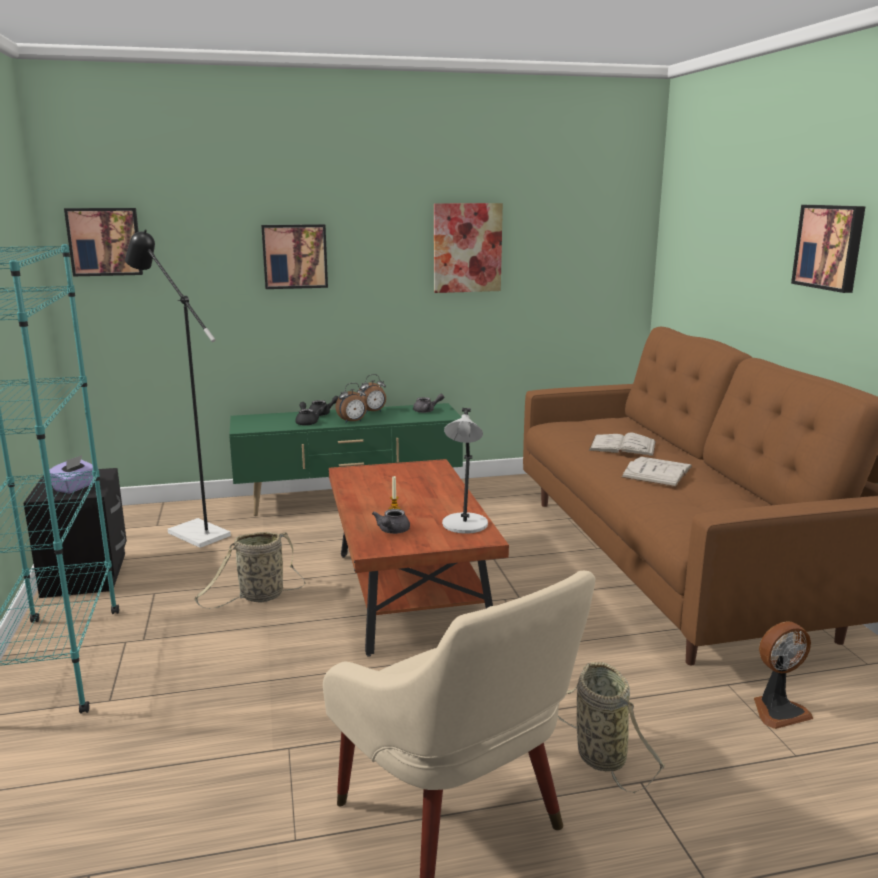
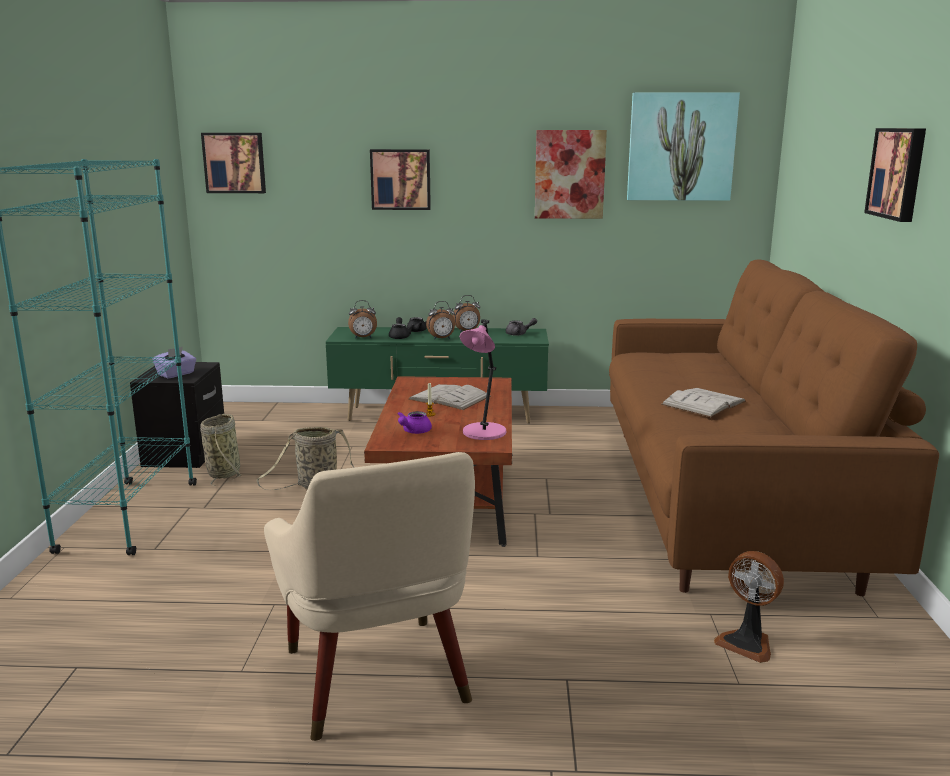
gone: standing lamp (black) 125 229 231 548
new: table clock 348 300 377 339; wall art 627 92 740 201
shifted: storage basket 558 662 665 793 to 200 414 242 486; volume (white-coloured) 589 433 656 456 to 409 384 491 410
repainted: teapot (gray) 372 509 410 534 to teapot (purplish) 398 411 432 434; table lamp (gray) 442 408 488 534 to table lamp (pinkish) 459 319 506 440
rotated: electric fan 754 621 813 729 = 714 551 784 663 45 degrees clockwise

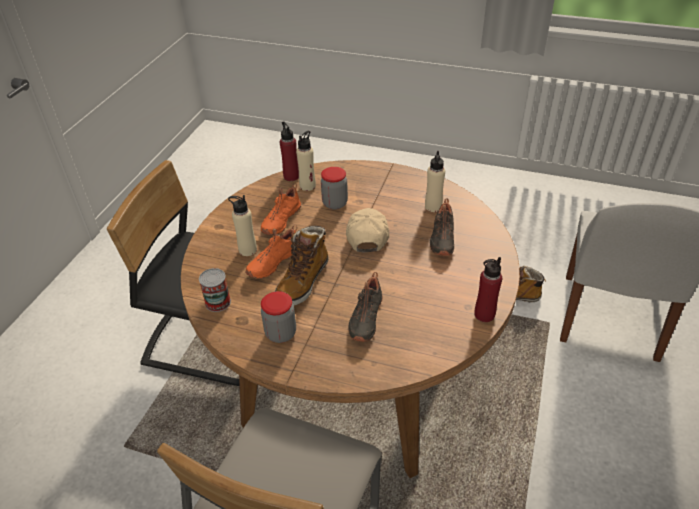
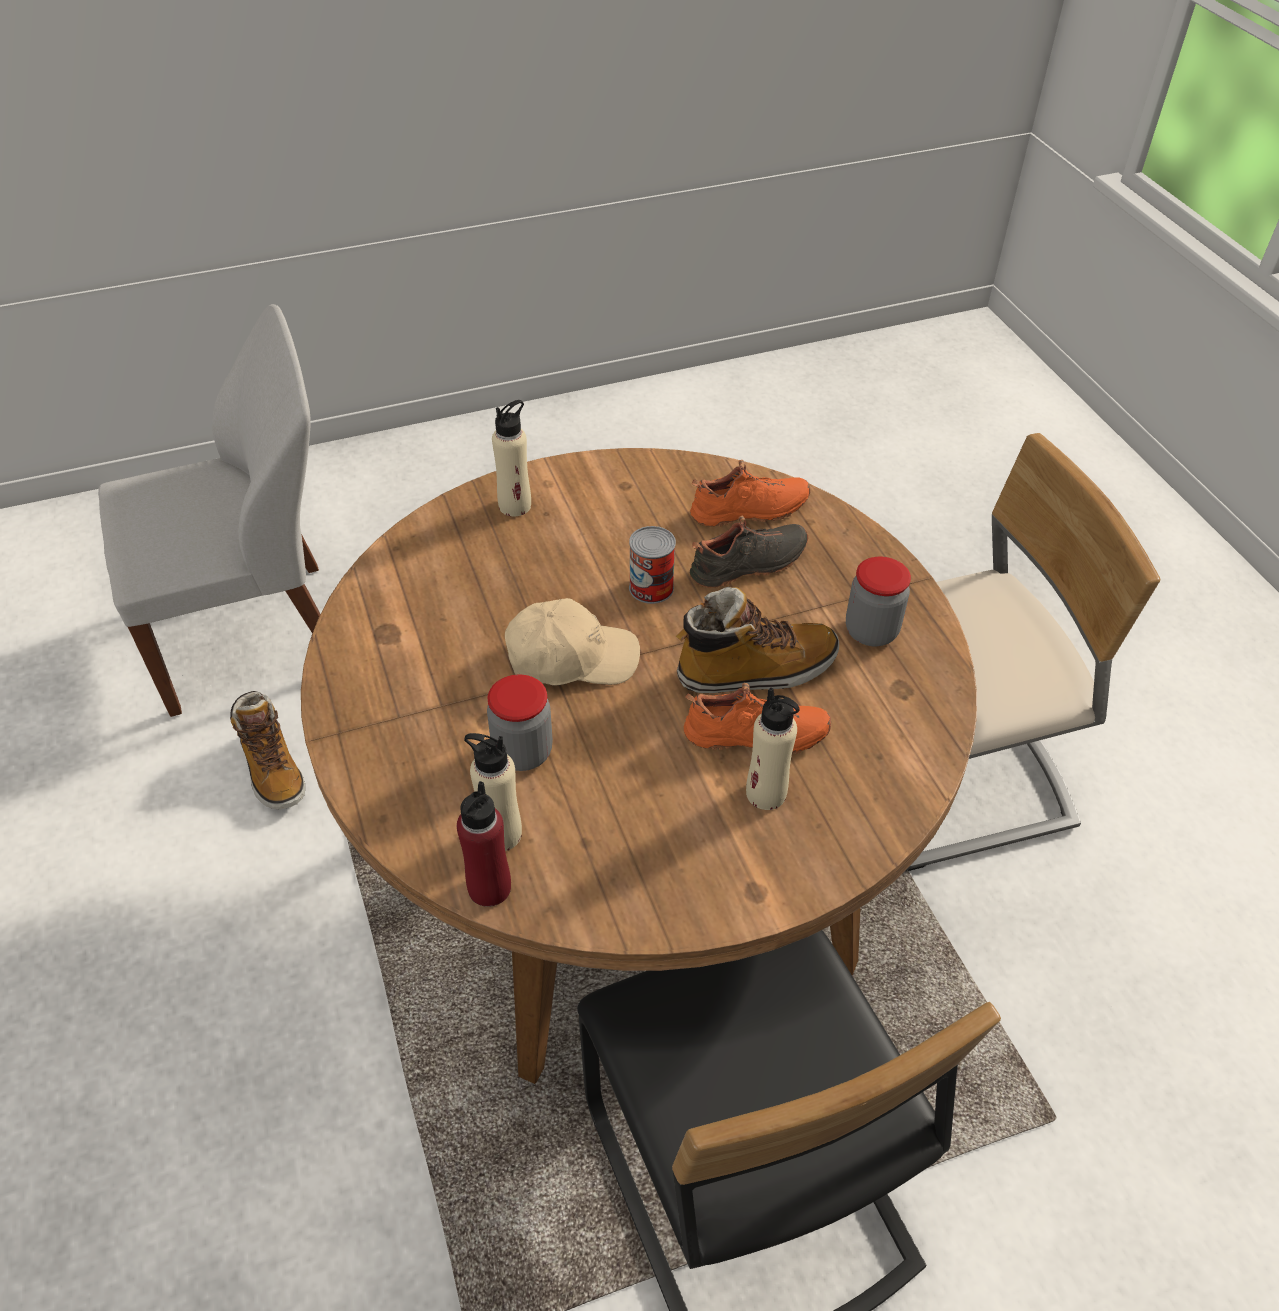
gone: shoe (black) 430 198 454 256; bottle (reddish) 474 257 502 322
shifted: metal can 199 268 231 312 to 629 526 676 604; shoe (orange) 261 183 301 235 to 690 460 810 527; bottle (beige-coloured) 425 151 445 212 to 492 400 531 516
rotated: cap (beige-coloured) 346 208 390 252 = 505 598 640 685 150 degrees counterclockwise

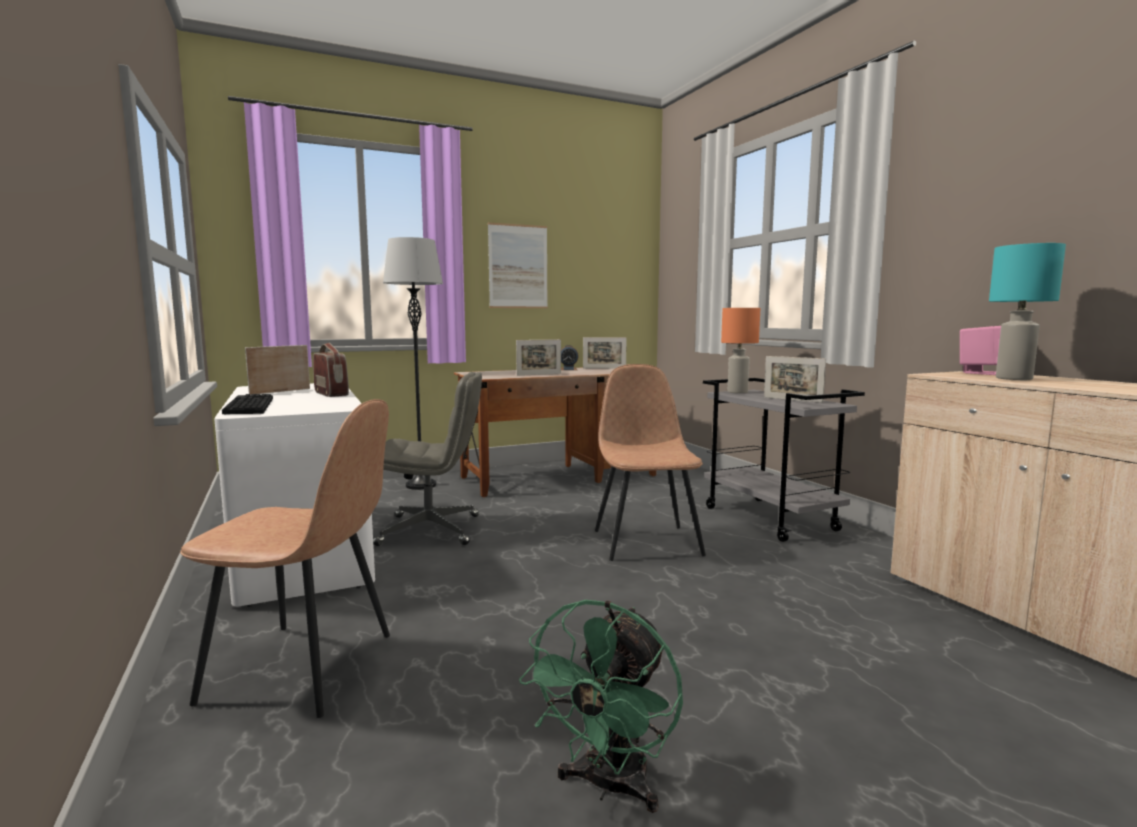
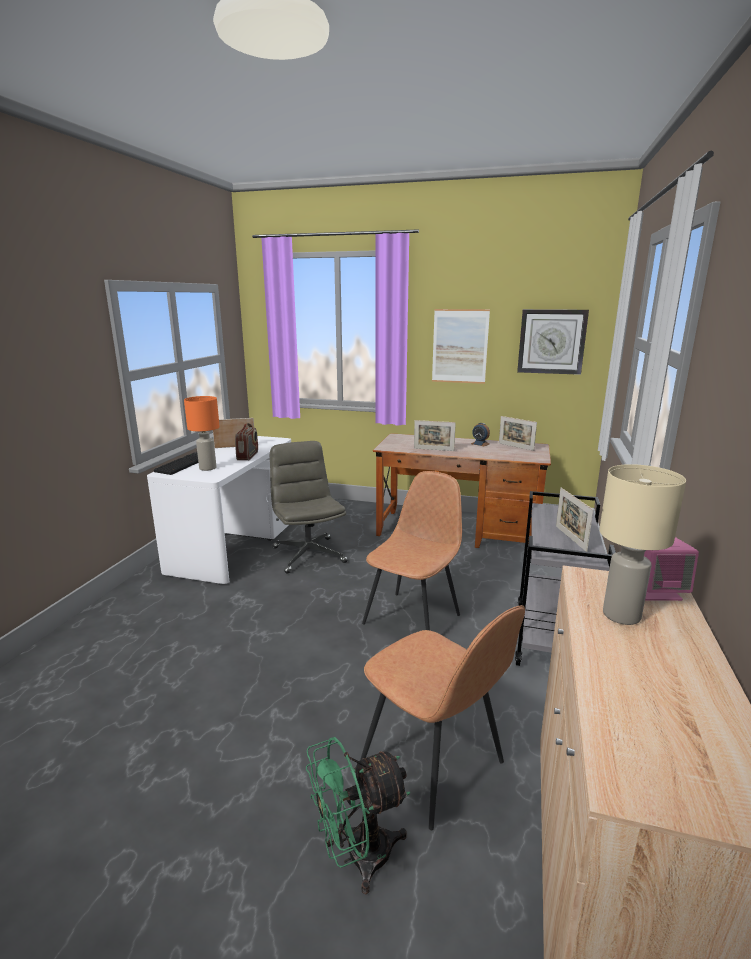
gone: standing lamp (gray) 383 237 443 490
new: hanging clock 517 309 589 375
shifted: chair (brownish) 180 399 390 718 to 360 605 525 830; electric fan (greenish) 519 600 683 813 to 306 737 410 894; table lamp (orange) 721 308 760 394 to 184 396 220 471
repainted: table lamp (turquoise-coloured) 989 243 1066 380 to table lamp (beige-coloured) 599 464 686 625
rotated: office chair (gray) 373 372 482 546 = 270 441 348 574 150 degrees counterclockwise

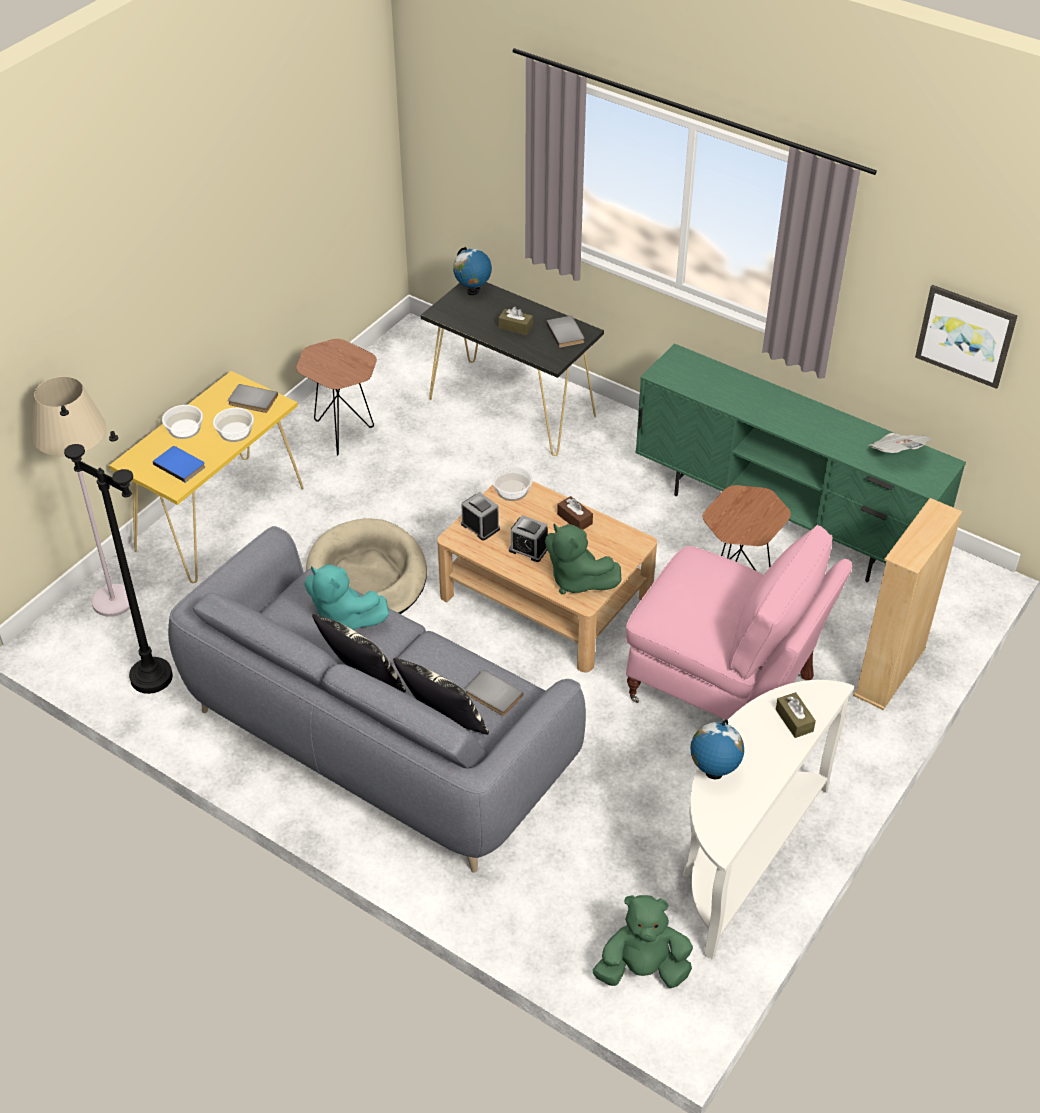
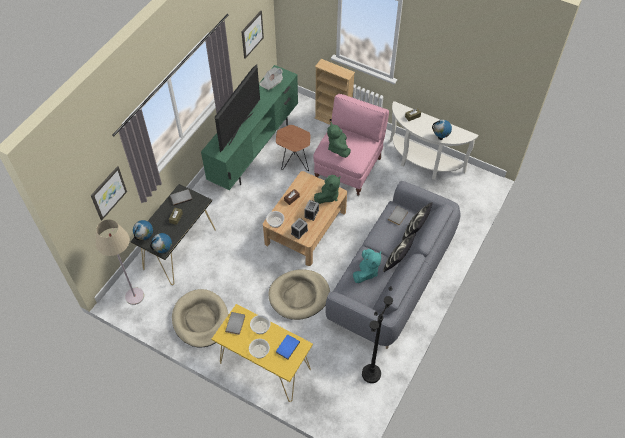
new: wall art 91 166 127 220; world globe 150 233 172 254; television 215 64 260 152
shifted: standing lamp (beige-coloured) 32 376 130 617 to 96 219 144 305; cuddly toy (greenish) 593 895 693 988 to 327 122 351 158
swapped: accent table (brownish) 296 339 377 455 to pet bed (beige-coloured) 172 289 228 347

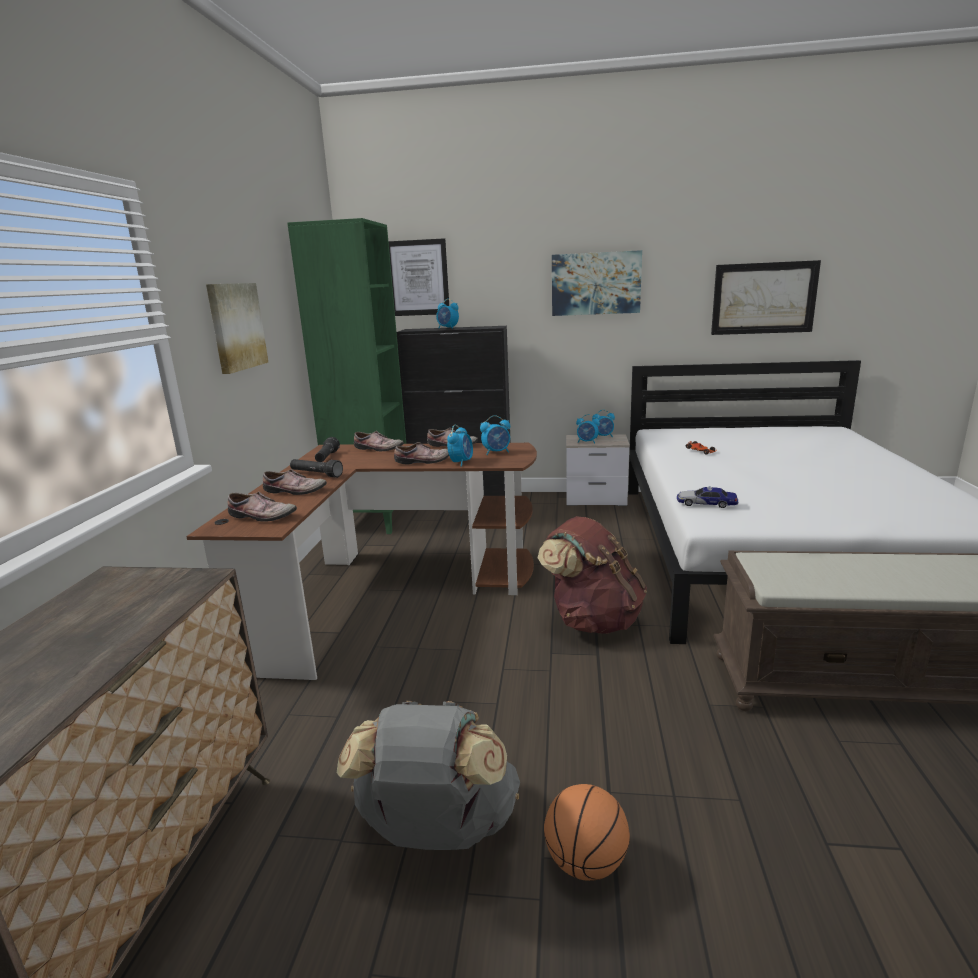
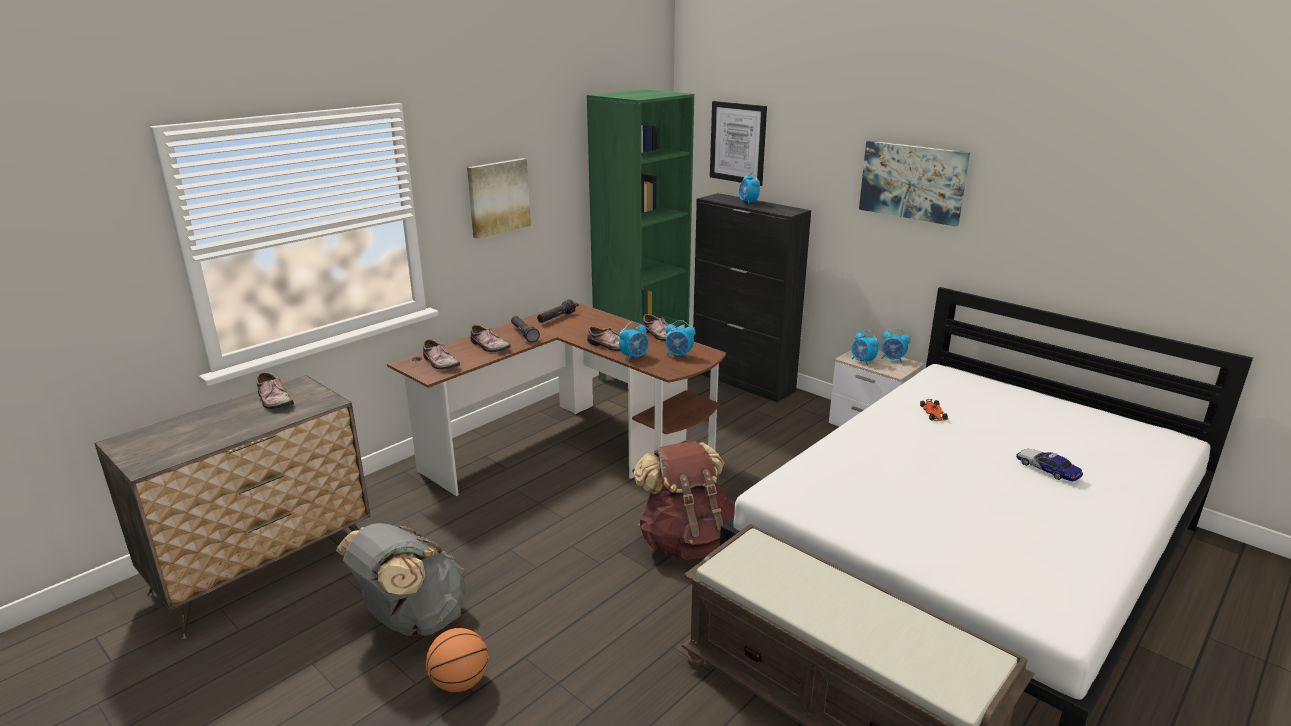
gone: wall art 711 260 821 335
shifted: shoe 354 431 404 451 to 256 372 294 409; toy car 677 486 738 508 to 1016 449 1083 481

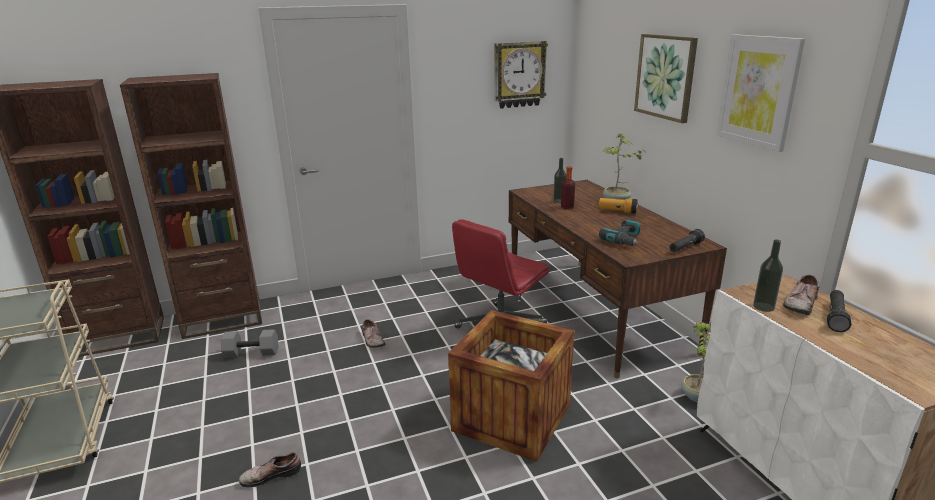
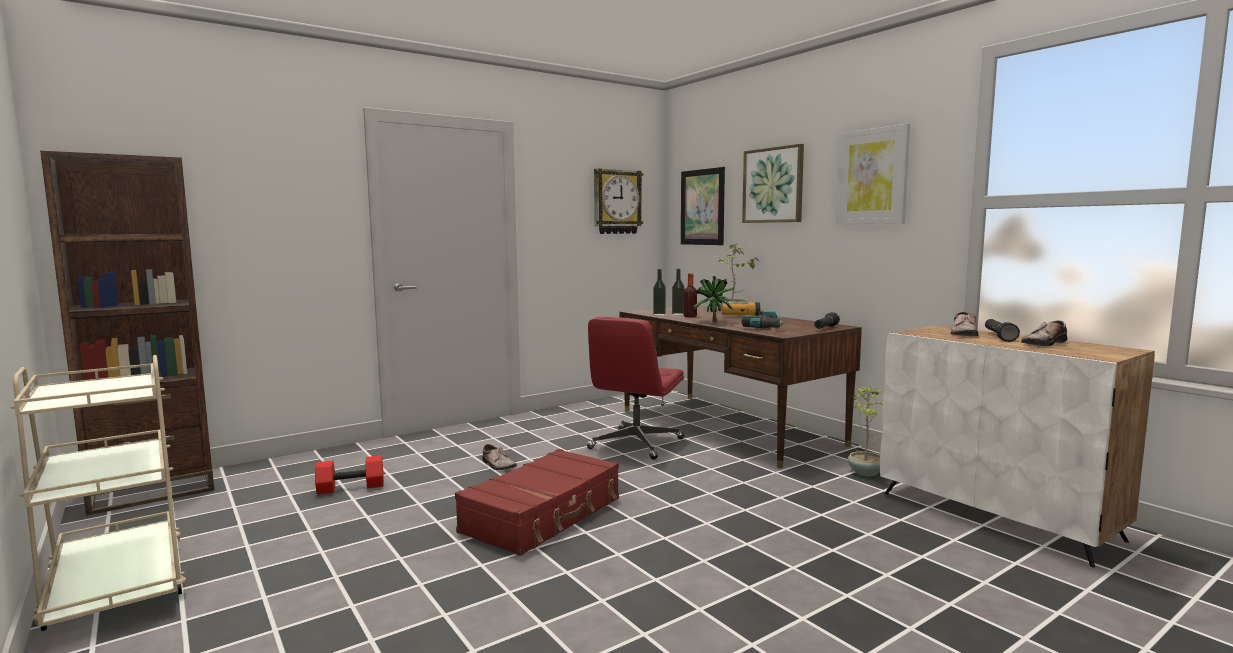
gone: bookcase (brownish) 120 73 262 339; crate 448 310 575 462
new: piece of luggage (reddish) 455 449 619 556; wall art 681 167 725 245; houseplant 693 276 735 322
shifted: shoe 239 452 301 487 to 1021 320 1068 346; bottle 753 239 783 312 to 653 269 666 316
repainted: hand weight (gray) 221 329 278 358 to hand weight (reddish) 315 455 384 494

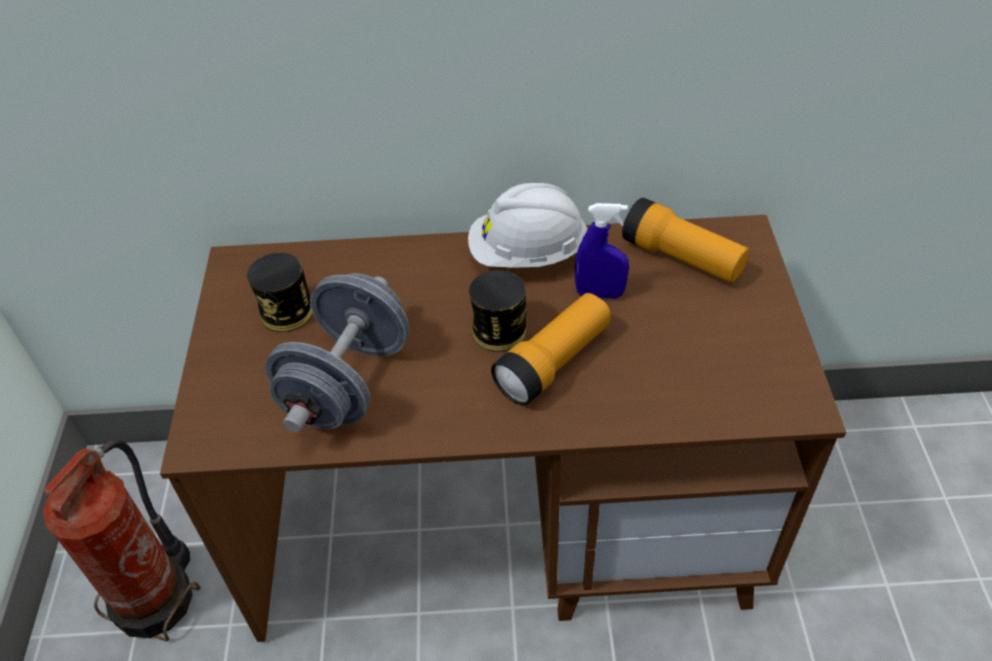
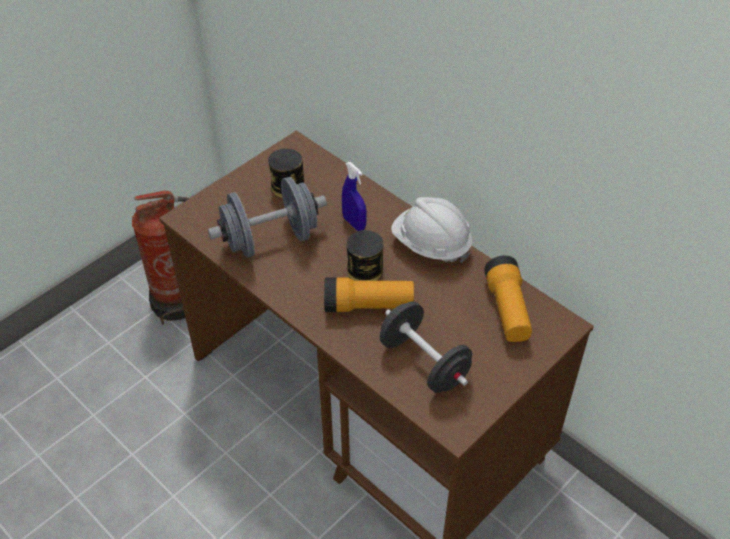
new: hand weight (black) 379 301 472 393
shifted: hand sprayer (blue-coloured) 575 203 629 299 to 342 162 367 231

